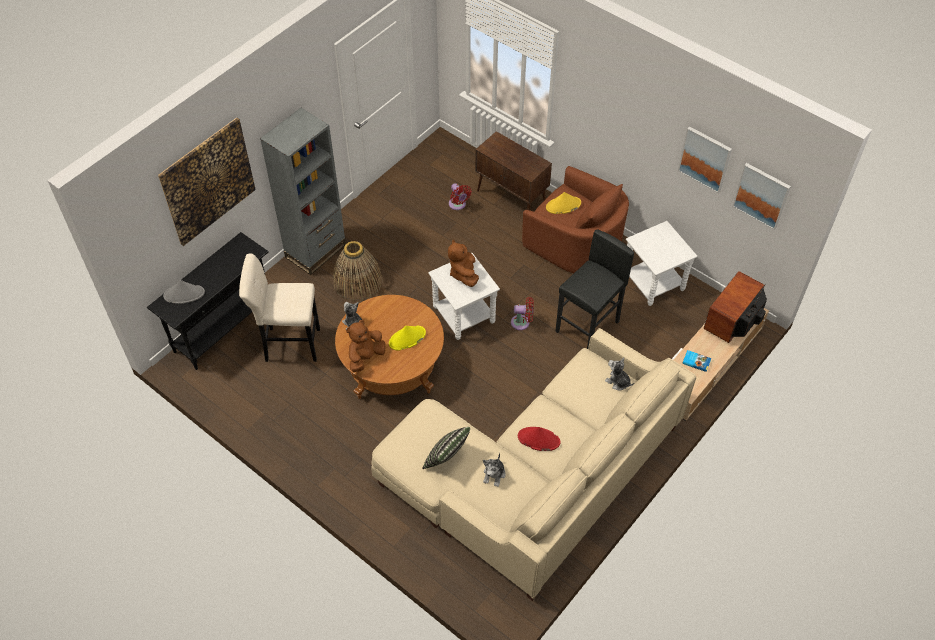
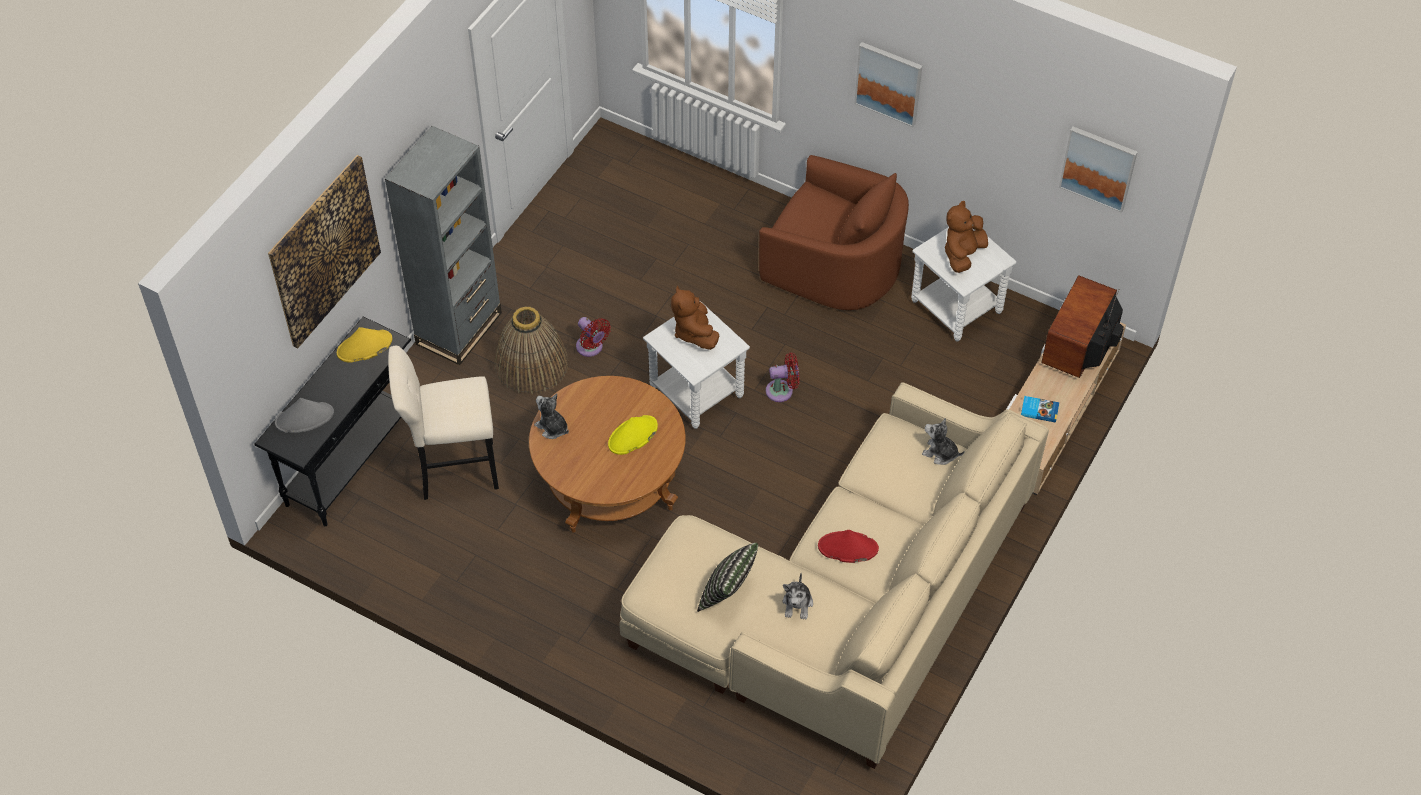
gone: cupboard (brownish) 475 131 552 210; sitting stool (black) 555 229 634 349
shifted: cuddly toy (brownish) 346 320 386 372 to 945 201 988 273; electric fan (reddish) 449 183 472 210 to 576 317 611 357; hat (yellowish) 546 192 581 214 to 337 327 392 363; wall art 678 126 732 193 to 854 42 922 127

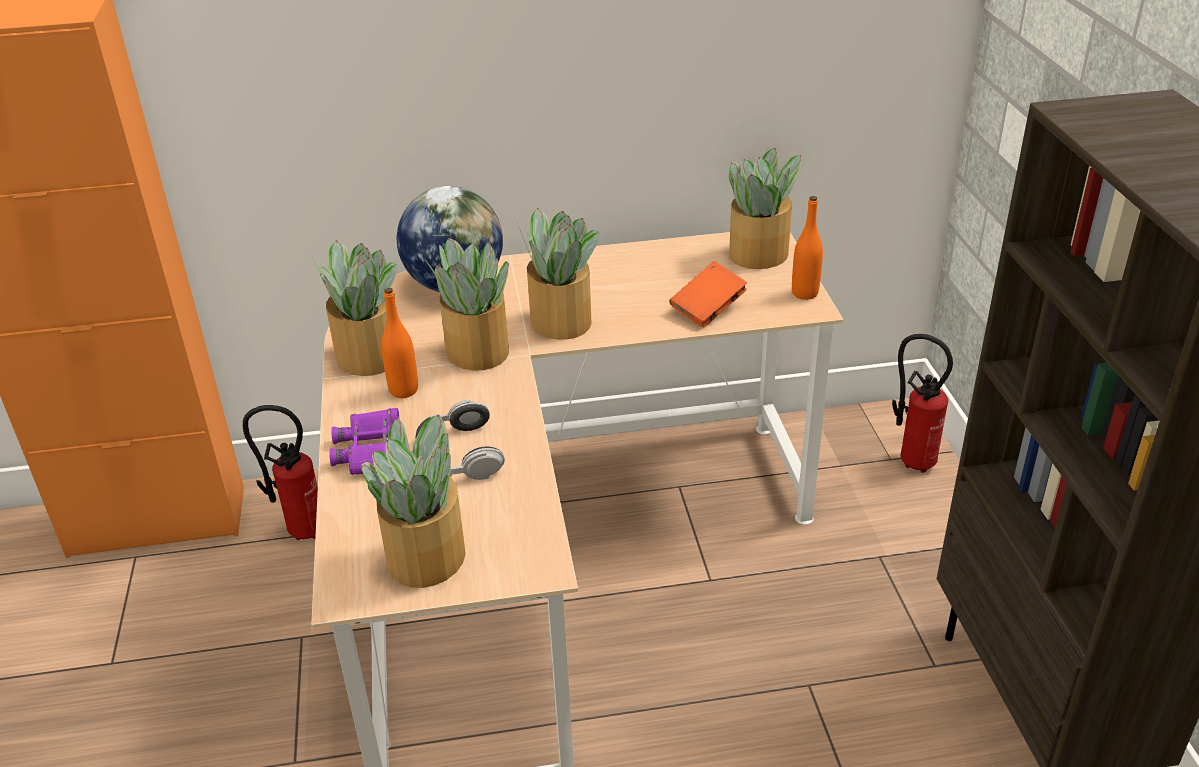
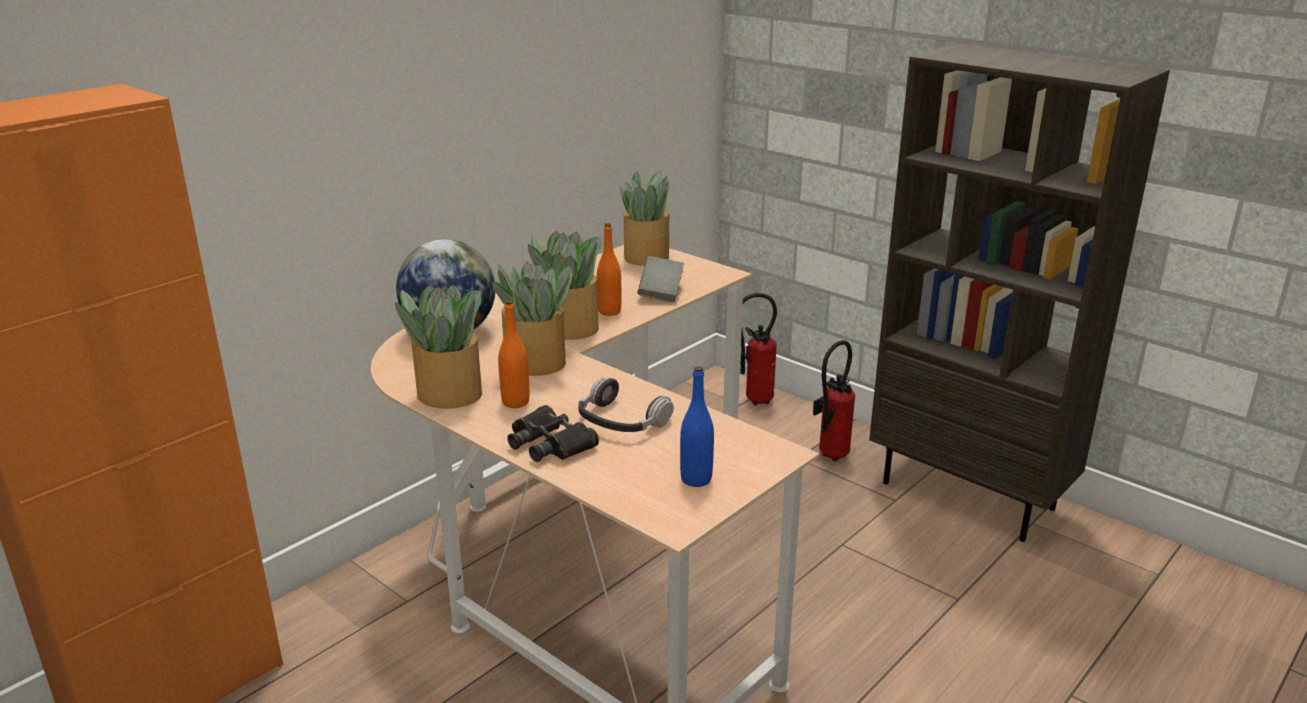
shifted: extinguisher 243 405 318 540 to 813 340 855 461; bottle (orange) 792 196 823 300 to 597 223 621 316
swapped: houseplant 361 415 466 588 to bottle (blue-coloured) 680 366 714 487
repainted: pair of binoculars (purplish) 329 408 400 475 to pair of binoculars (black) 507 405 599 462; volume (orange) 669 261 747 327 to volume (gray) 637 256 684 302

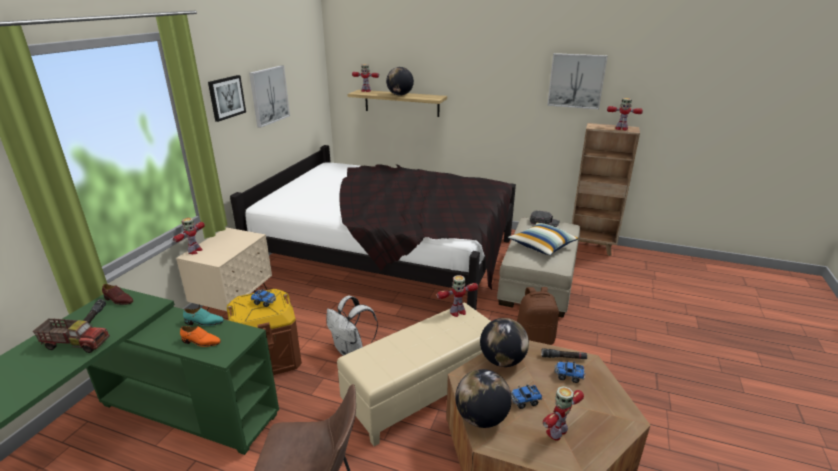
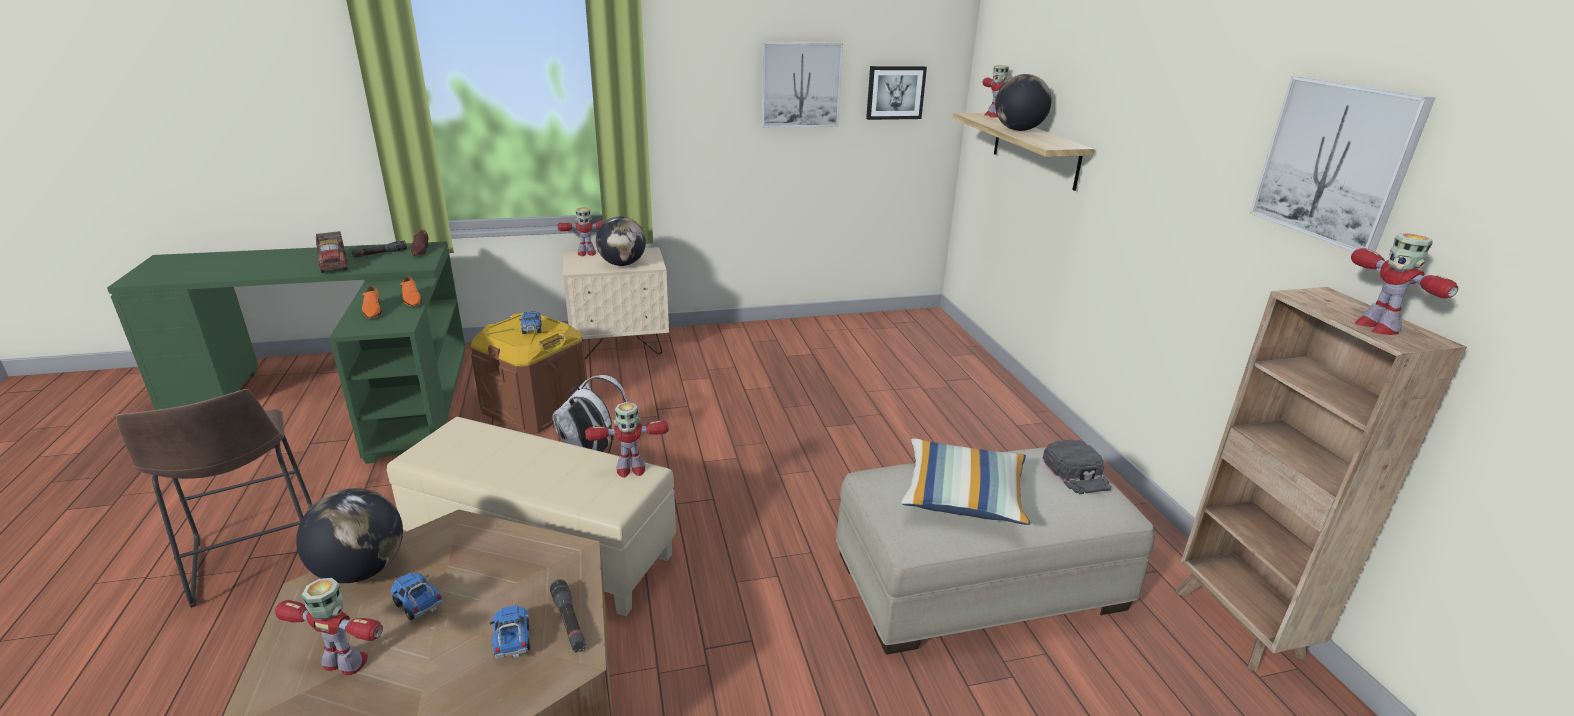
gone: bed (black) 230 145 516 310; rucksack (brownish) 517 287 559 345
shifted: wall art 208 75 246 122 to 866 66 927 120; world globe 480 318 529 367 to 596 217 646 266
repainted: shoe (turquoise-coloured) 183 308 224 326 to shoe (orange) 400 276 422 307
rotated: toy robot 437 275 478 317 = 585 402 669 478 45 degrees counterclockwise

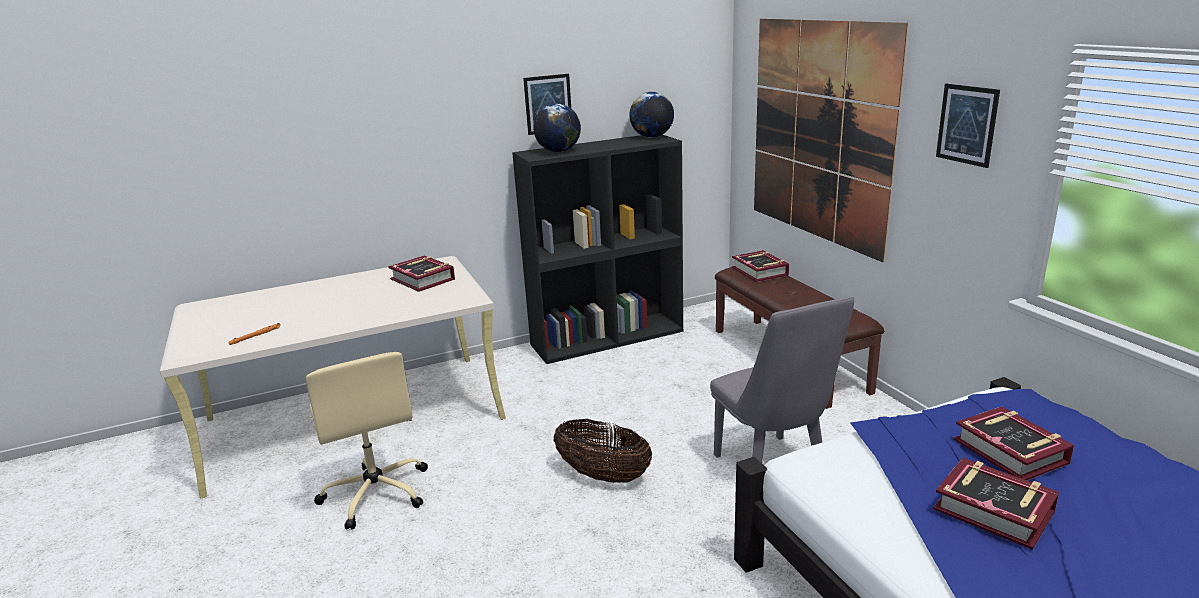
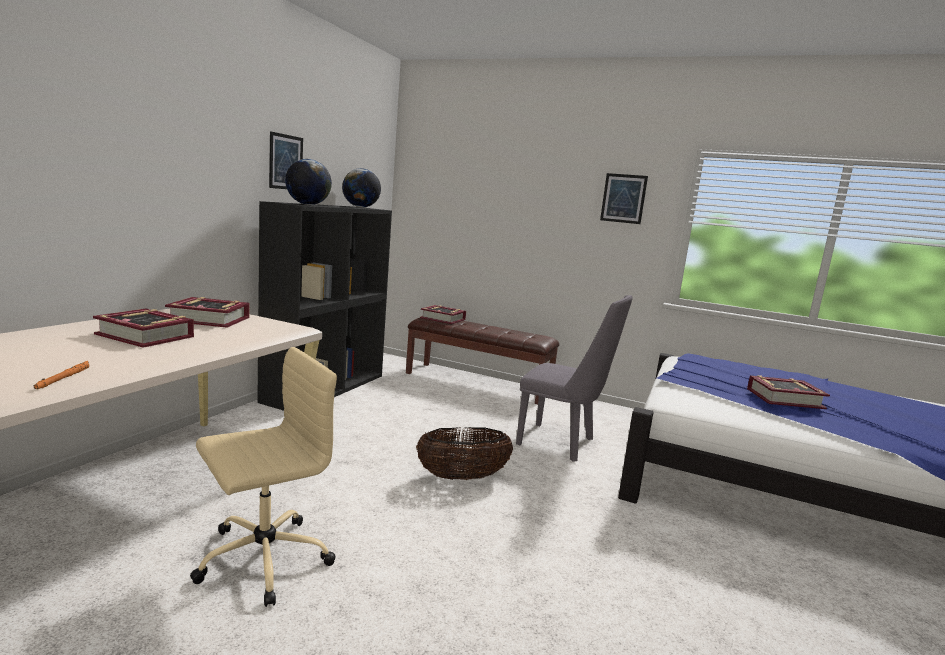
gone: wall art 754 19 909 262
shifted: volume 954 406 1074 480 to 93 308 194 348
rotated: office chair (beige-coloured) 305 352 428 530 = 190 347 337 607 60 degrees counterclockwise

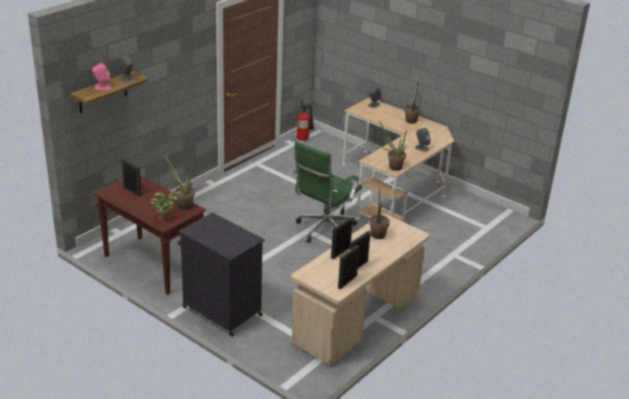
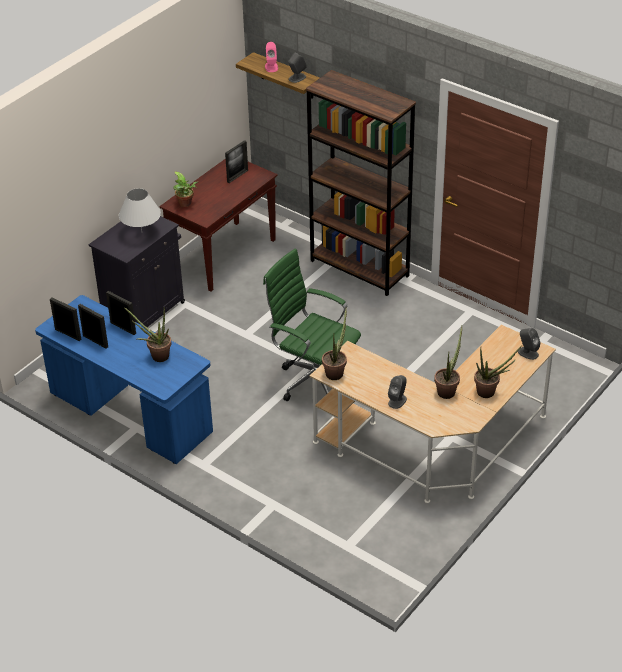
gone: extinguisher 297 100 314 141
new: table lamp (white-coloured) 119 188 161 231; bookcase (brownish) 306 70 416 296
shifted: houseplant 164 155 195 210 to 434 326 462 399
repainted: desk table (beige-coloured) 291 214 430 366 to desk table (blue-coloured) 35 295 213 464

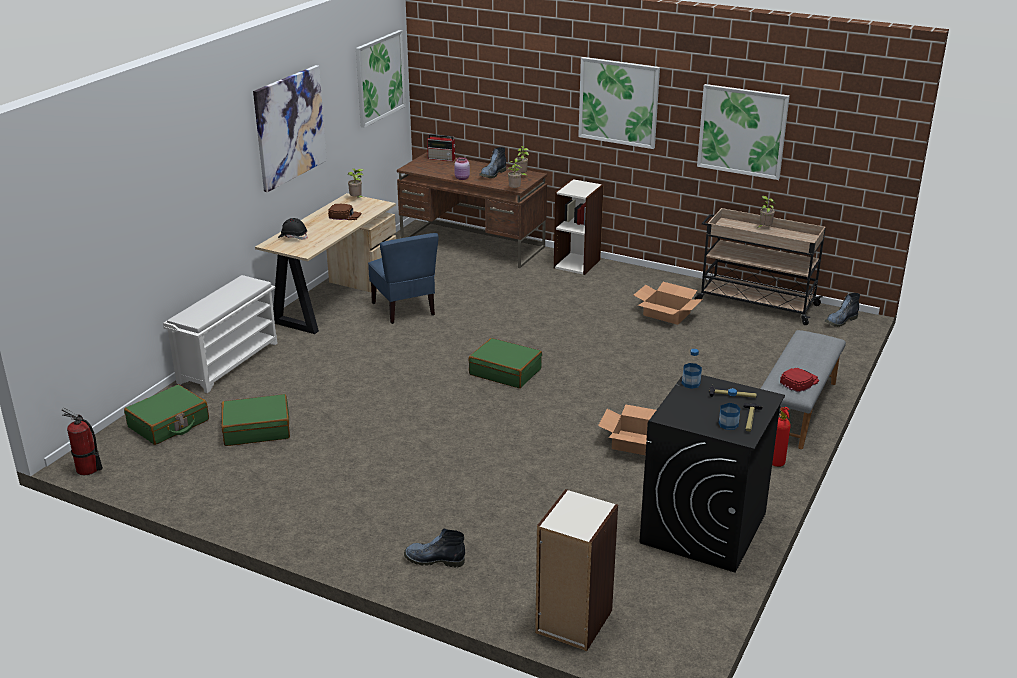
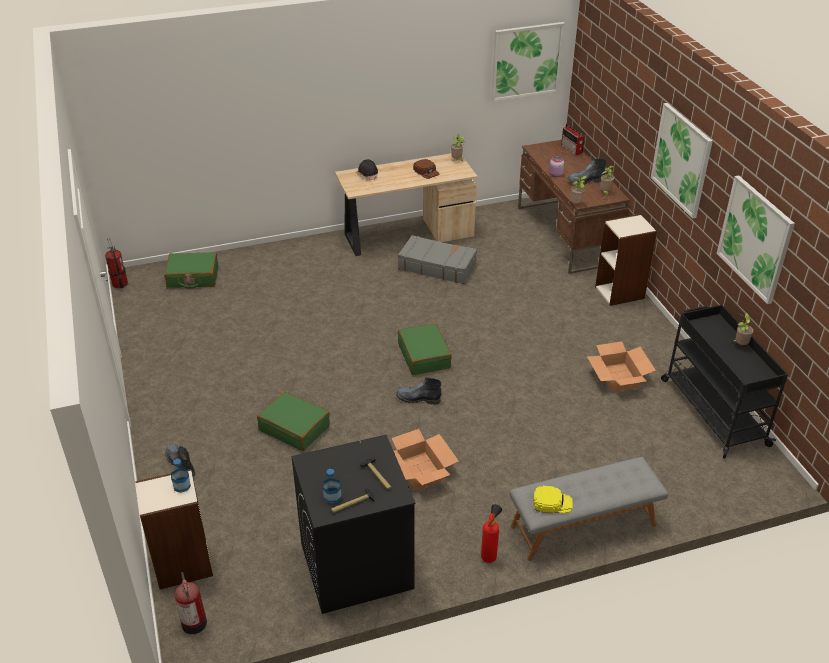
gone: shoe stand (white-coloured) 163 275 277 393; wall art 253 65 327 192
new: extinguisher 175 572 207 634
shifted: piece of luggage (greenish) 221 394 290 446 to 257 391 330 451; bottle 682 349 702 389 to 171 459 191 493; high-top boot 825 293 860 327 to 396 377 441 405
swapped: chair (blue-coloured) 368 233 438 324 to piece of luggage (gray) 398 235 477 284
repainted: wheeled cart (beige-coloured) 695 208 826 325 to wheeled cart (black) 661 305 788 458; cap (reddish) 780 368 819 392 to cap (yellowish) 533 486 572 514

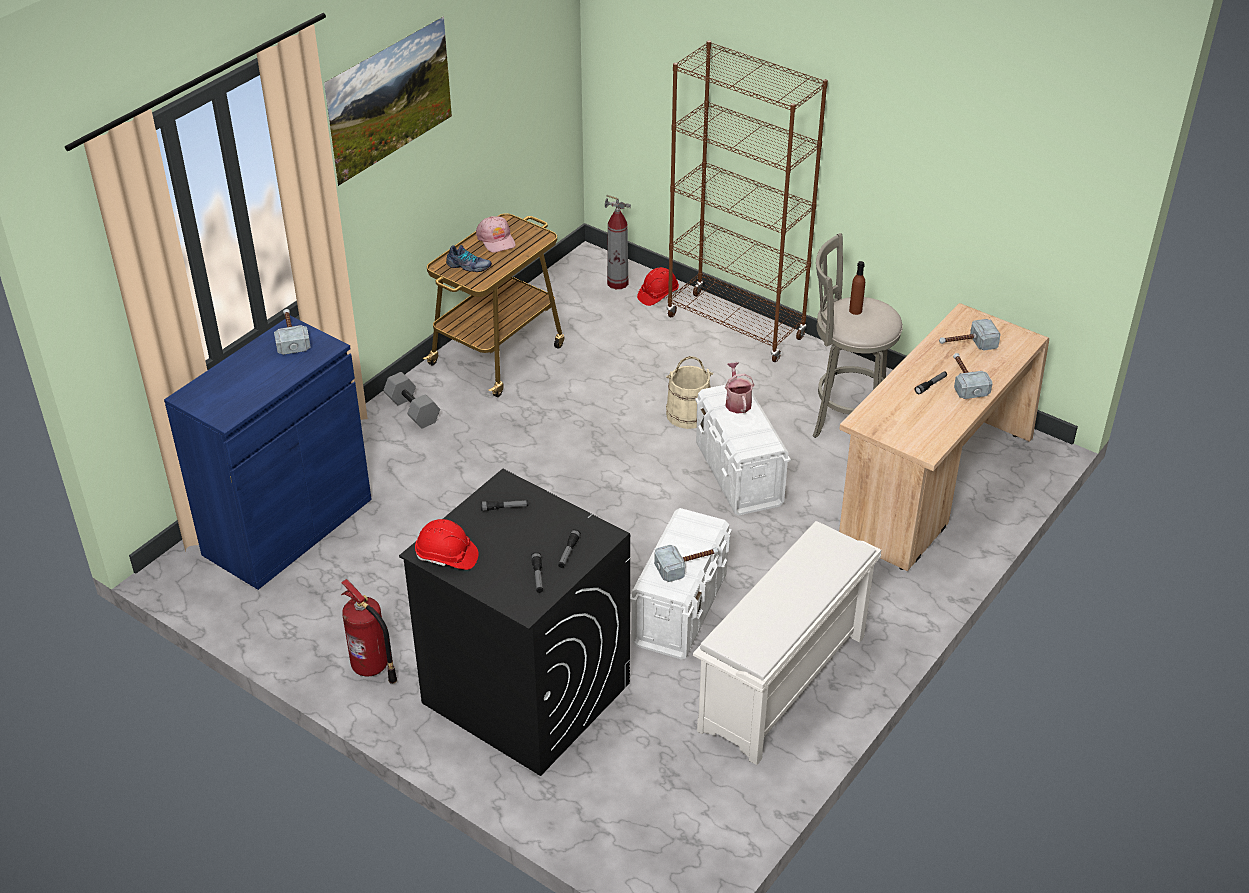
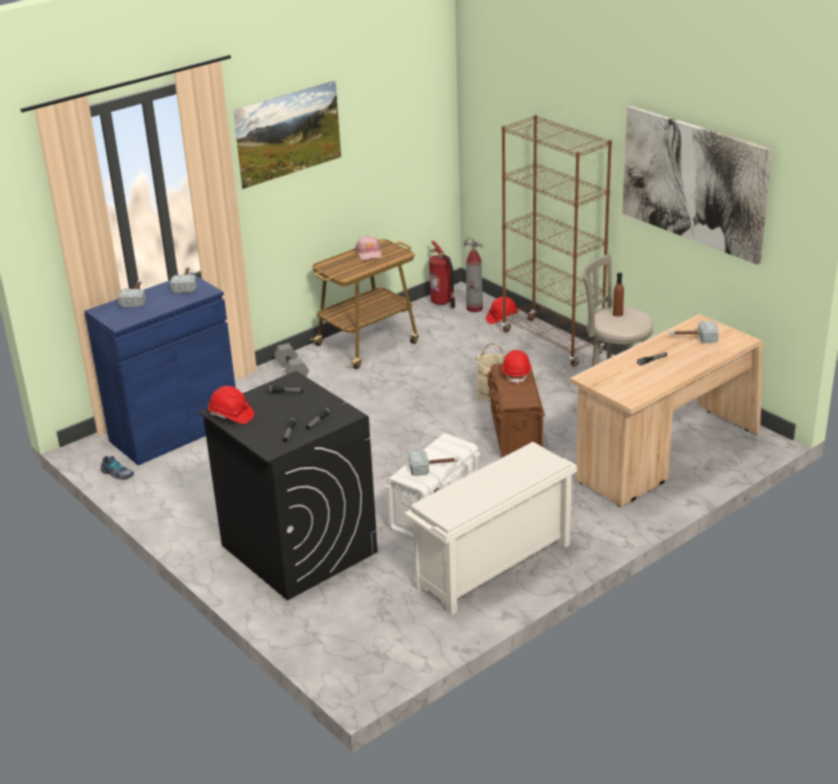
new: wall art 622 106 772 265
shifted: extinguisher 341 579 397 684 to 429 241 455 308; shoe 446 245 492 272 to 101 456 134 480; tool hammer 953 353 992 399 to 118 280 146 308
swapped: watering pot 725 362 754 414 to hard hat (reddish) 502 350 531 384
repainted: storage container (white-coloured) 695 385 791 516 to storage container (brownish) 488 363 545 457

